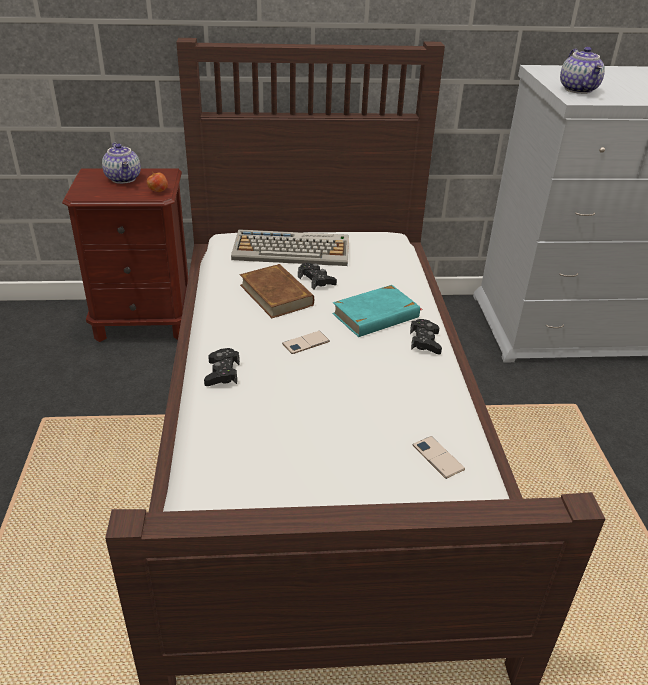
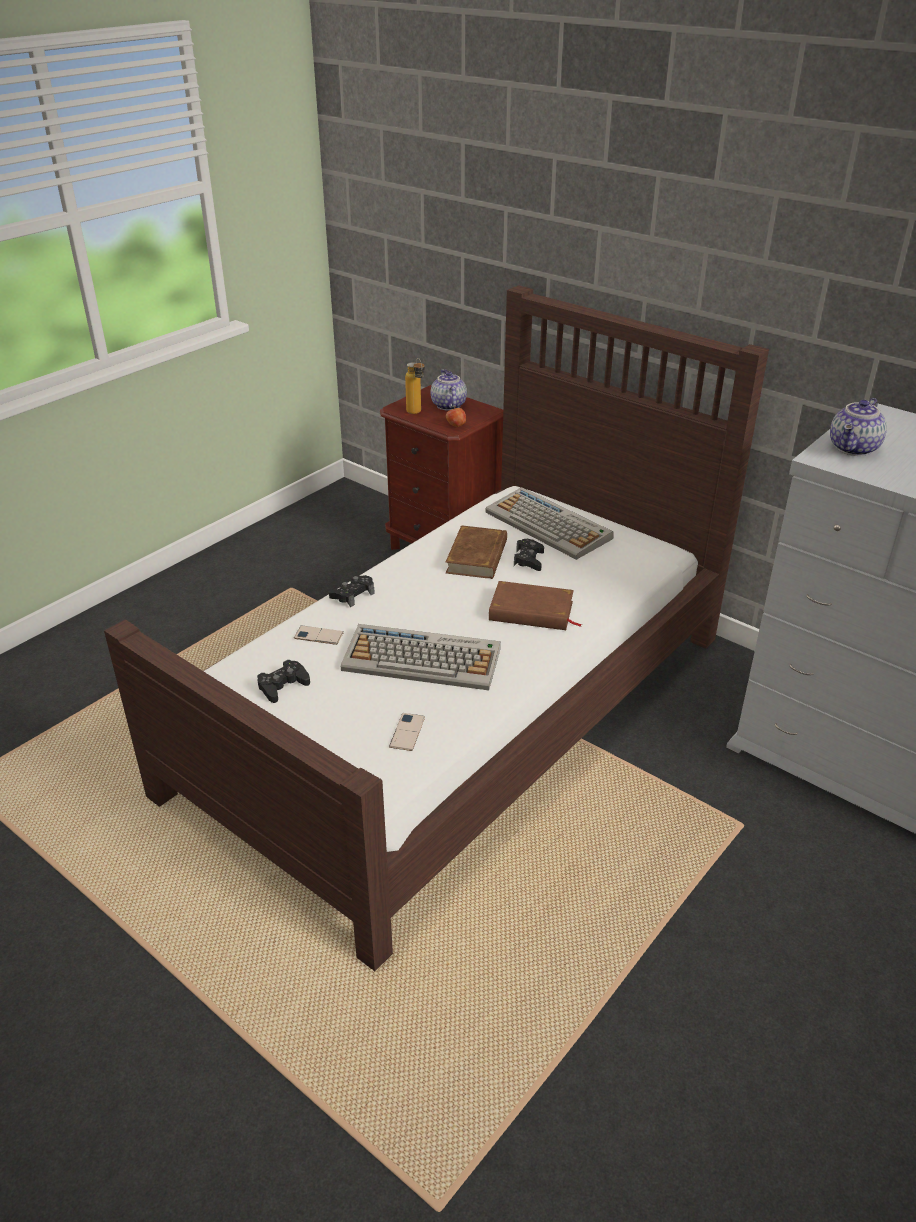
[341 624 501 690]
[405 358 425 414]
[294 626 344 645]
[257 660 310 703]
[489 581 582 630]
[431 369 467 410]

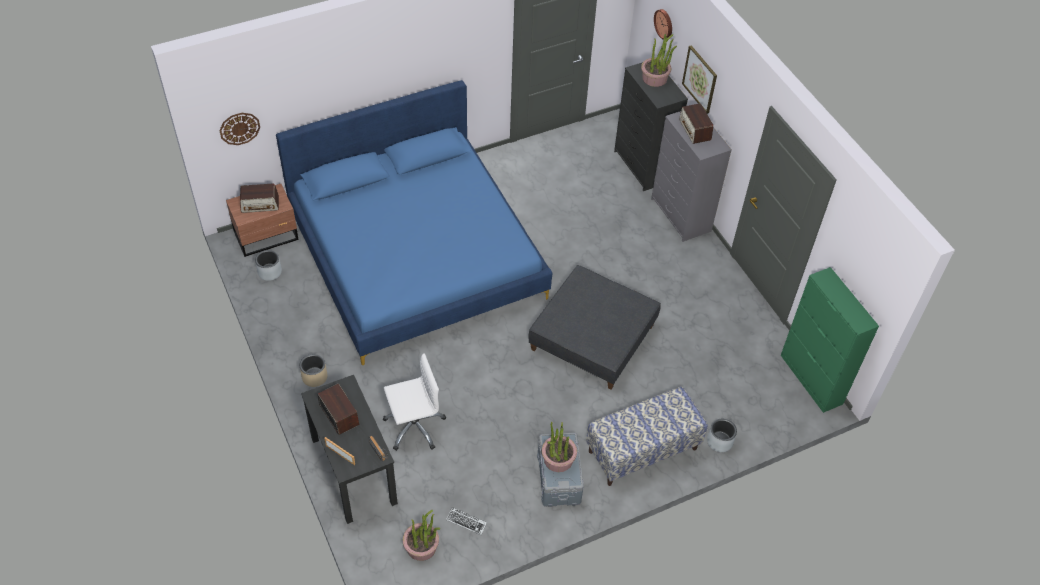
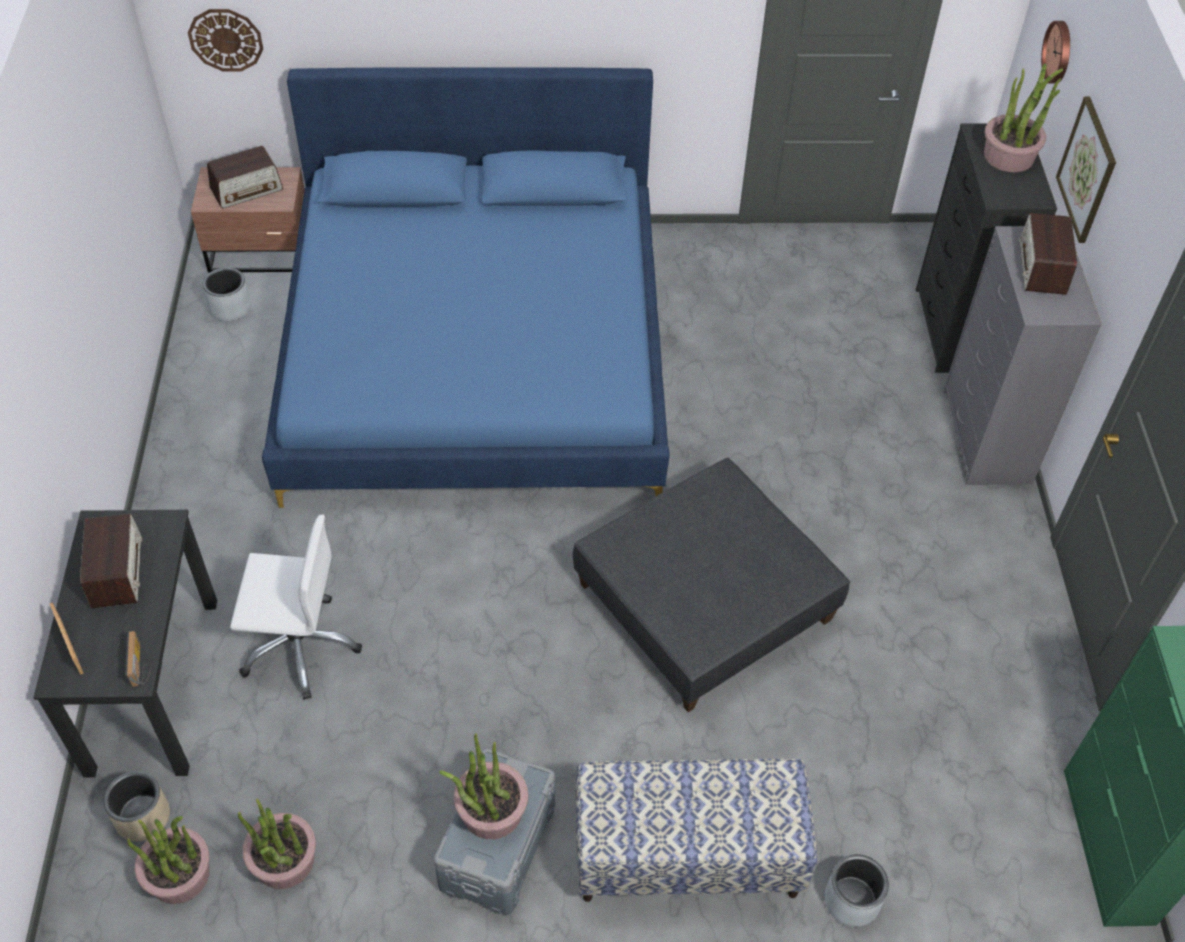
[103 771 170 842]
[238 799 316 889]
[207 146 283 208]

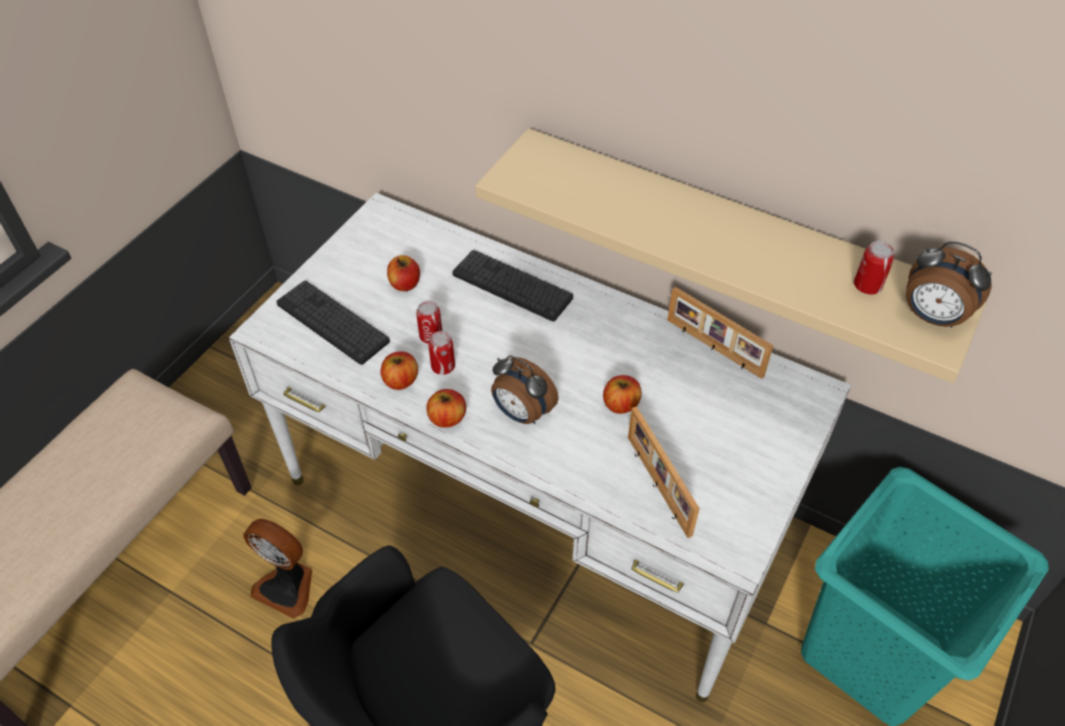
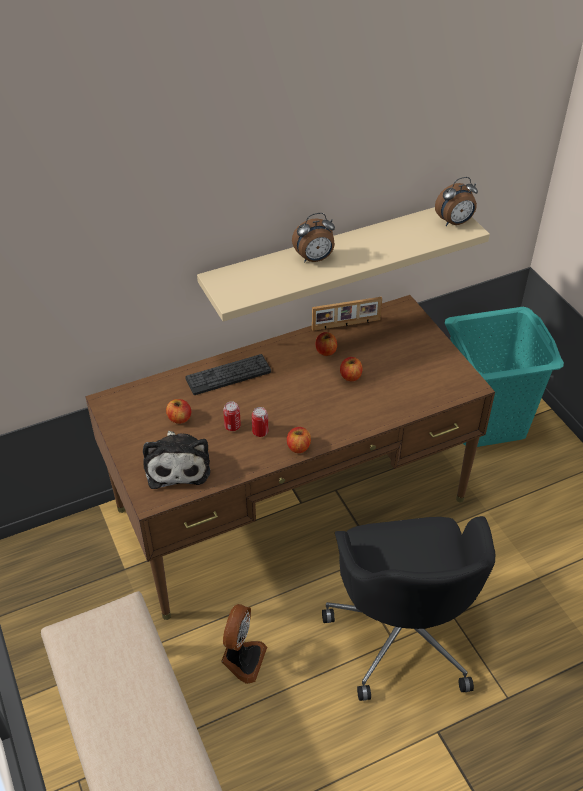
[628 406 700 538] (first image)
[854 241 894 295] (first image)
[316 332 337 356]
[292 213 335 262]
[143 431 210 489]
[86 295 495 620]
[221 604 267 684]

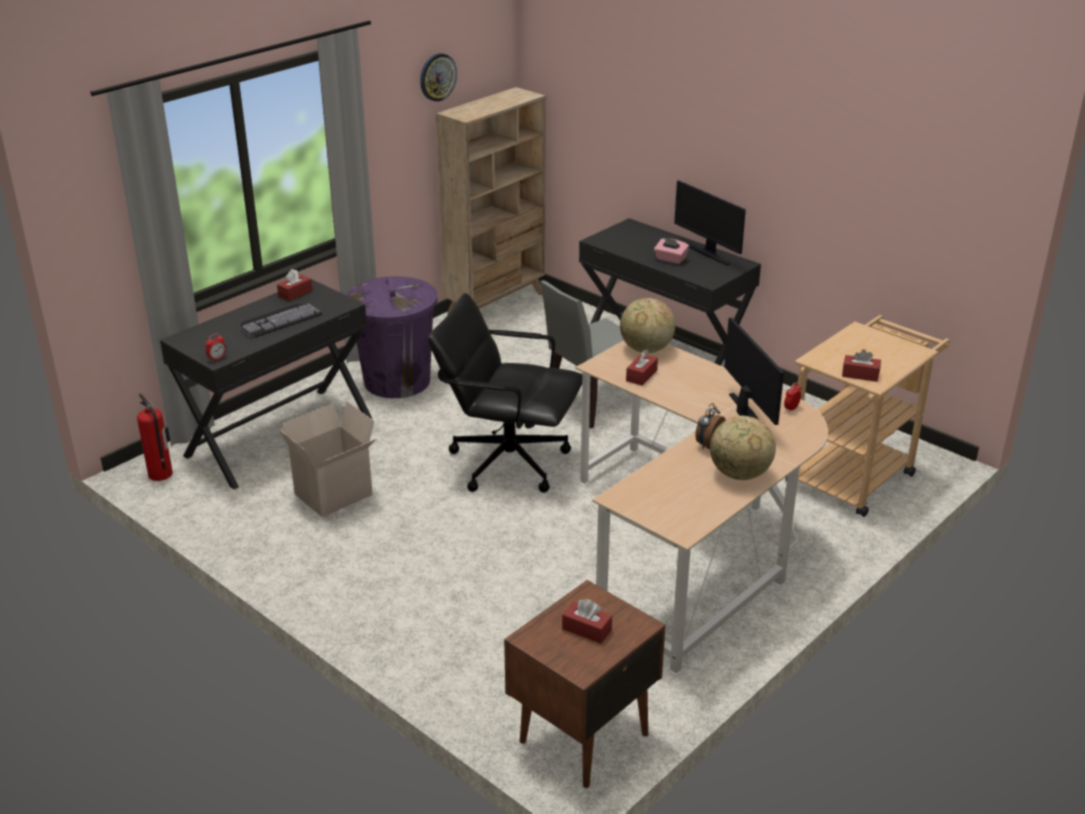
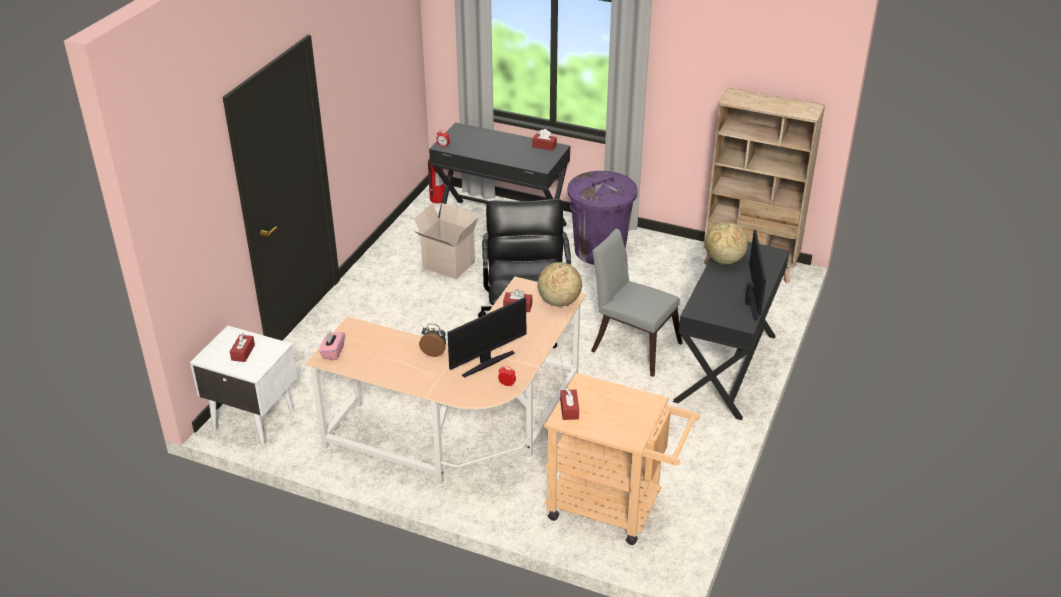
[239 304 322 338] (first image)
[420 53 457 102] (first image)
[319 331 345 360]
[705 222 748 265]
[190 325 298 447]
[745 230 766 320]

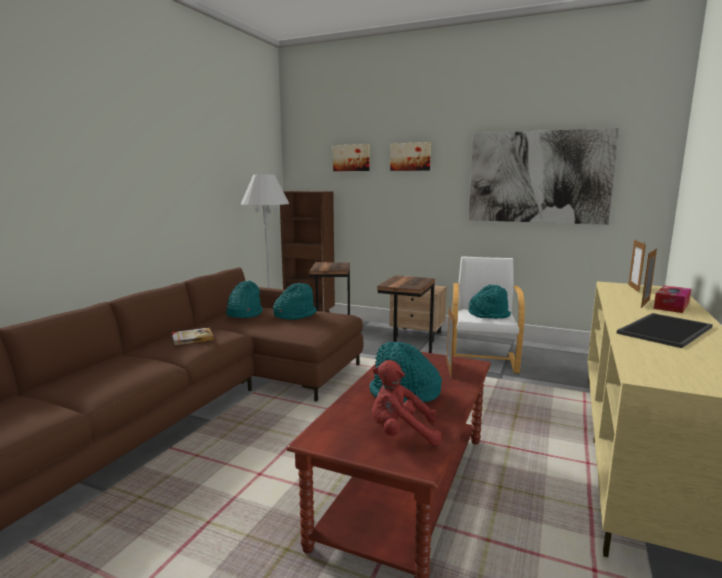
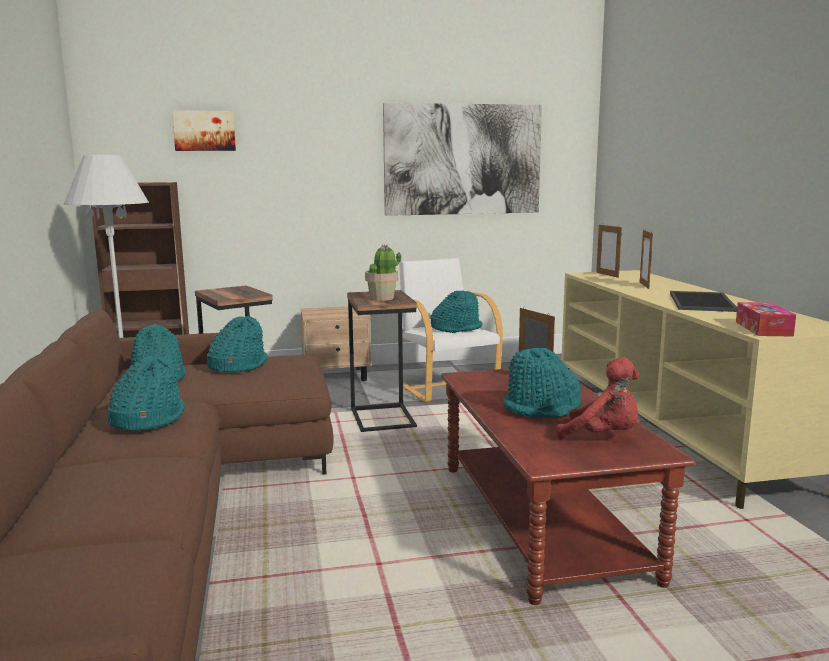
[390 142 431 171] (first image)
[365 244 401 301]
[736 302 796 337]
[108 355 185 430]
[556 357 640 440]

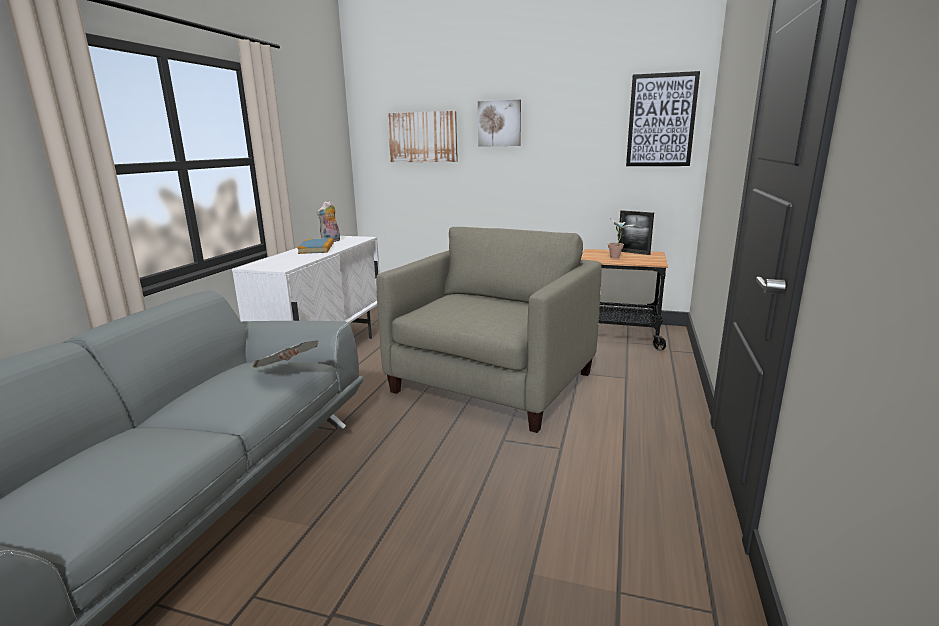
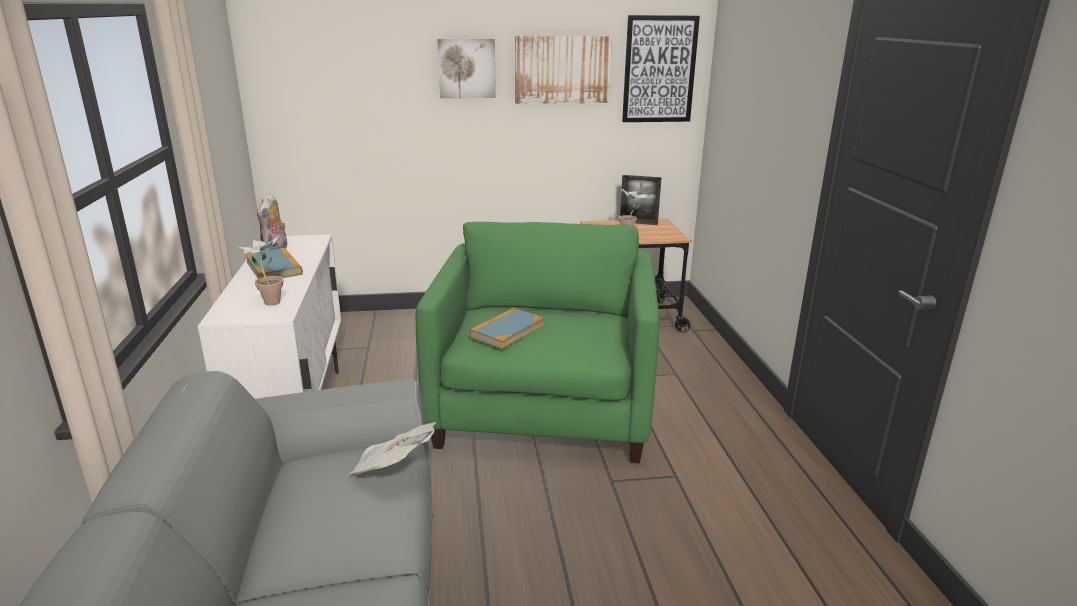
[237 235 284 306]
[469 308 545 349]
[515 36 612 104]
[416 222 659 463]

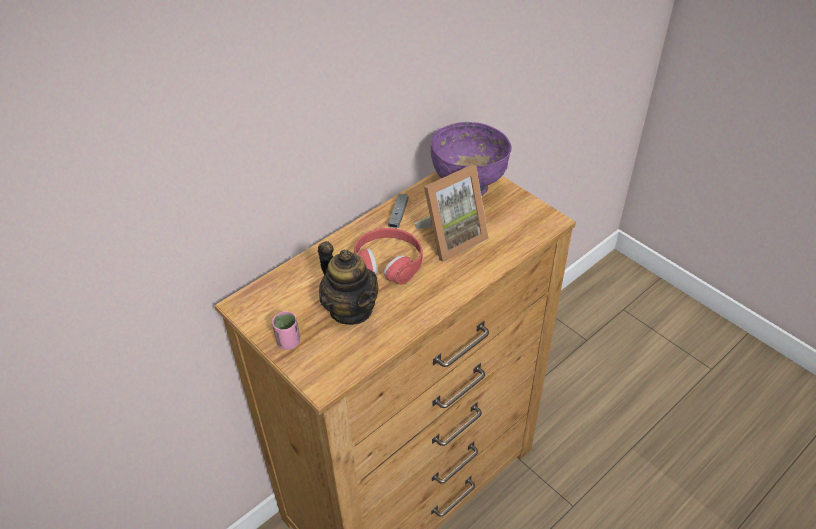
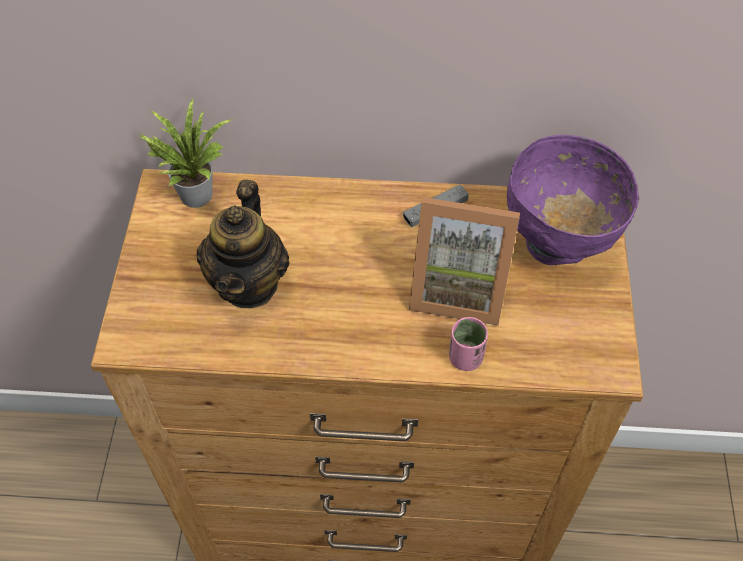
[354 228 423 285] (first image)
[140 98 233 208]
[449 317 488 371]

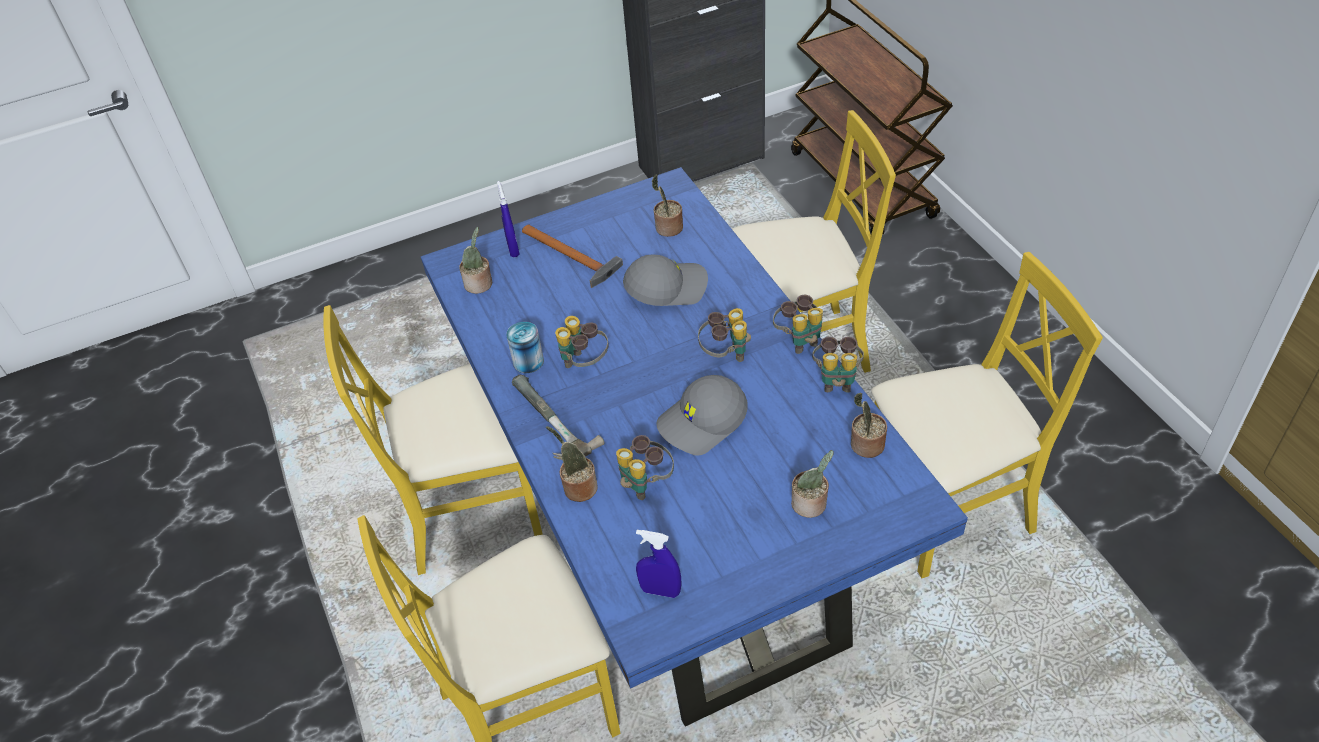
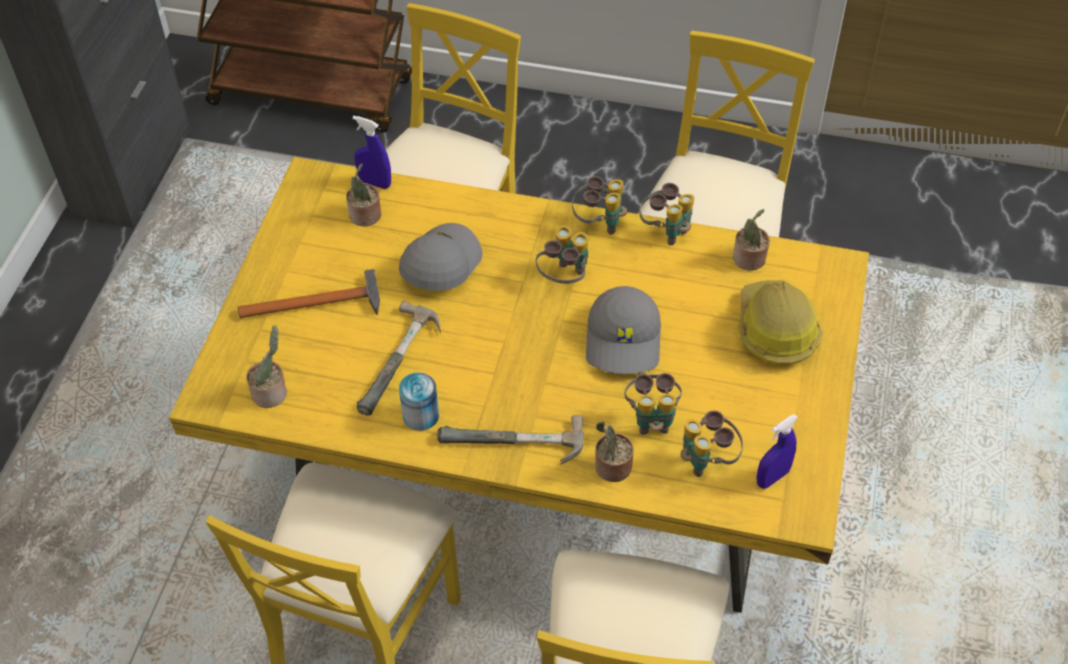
[357 301 441 416]
[352 116 391 189]
[681 411 743 477]
[739 280 823 365]
[169 157 869 613]

